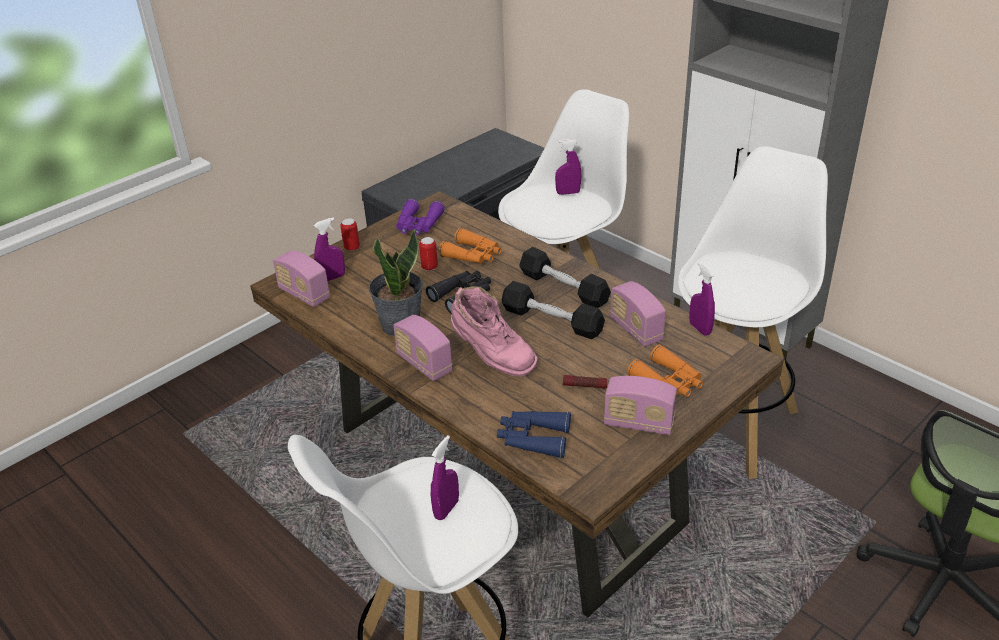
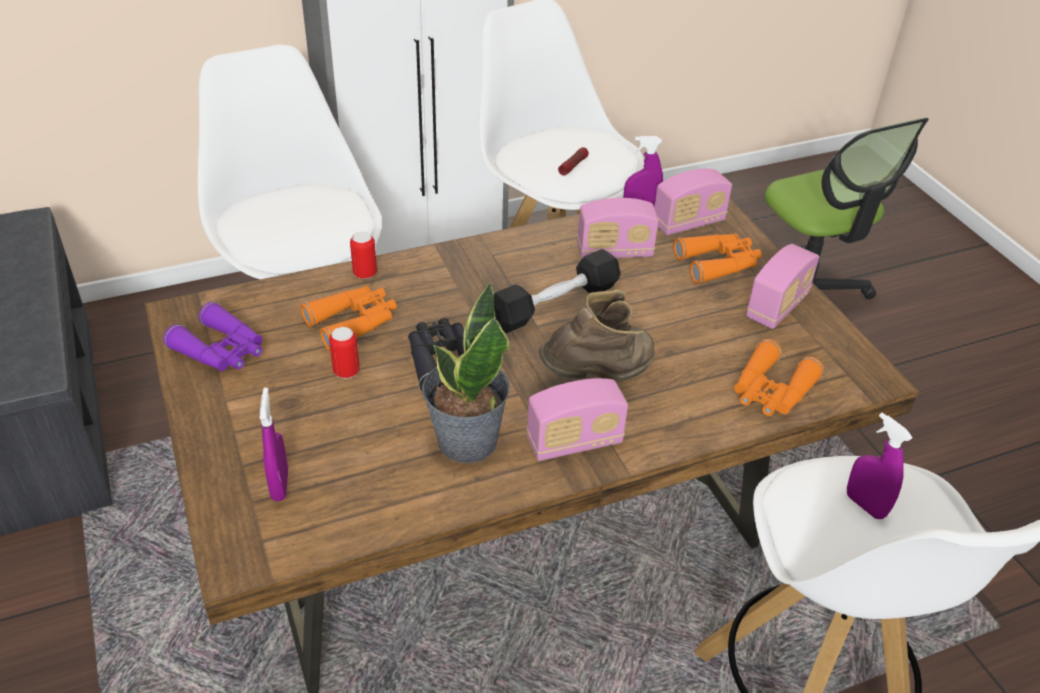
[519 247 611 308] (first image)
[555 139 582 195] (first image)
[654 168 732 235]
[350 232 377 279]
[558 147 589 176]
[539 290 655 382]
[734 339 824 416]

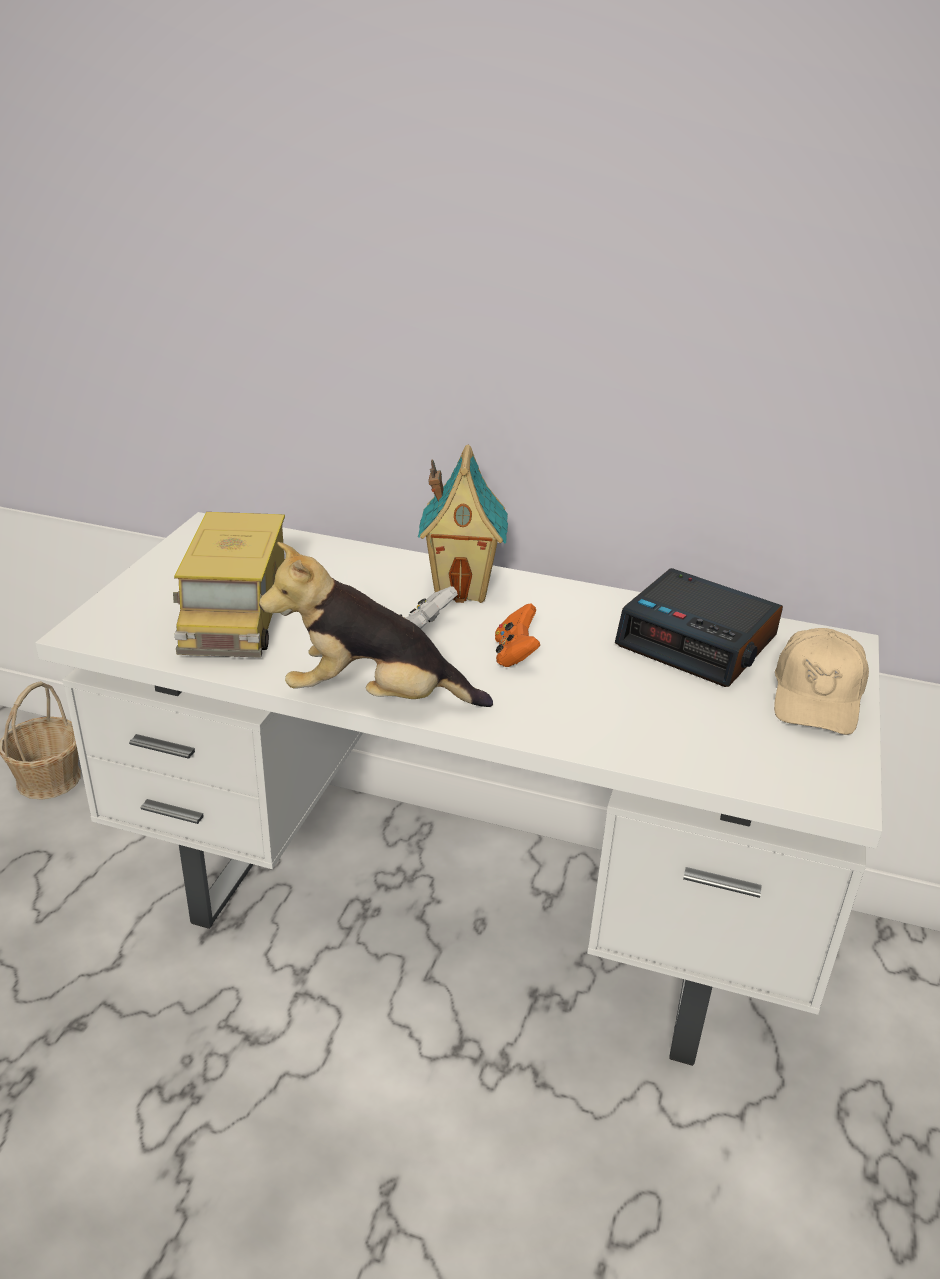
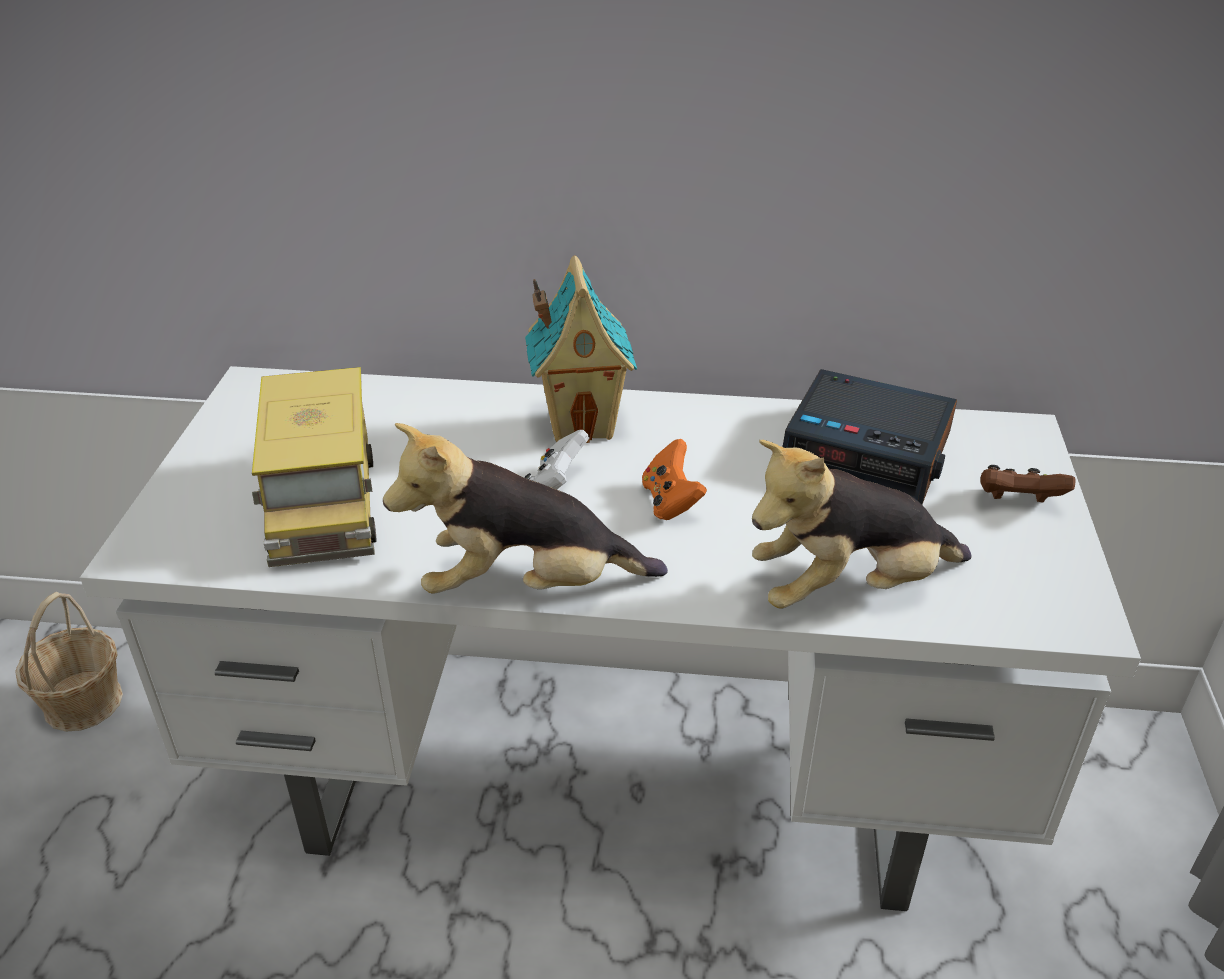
[752 440 972 609]
[980 465 1075 502]

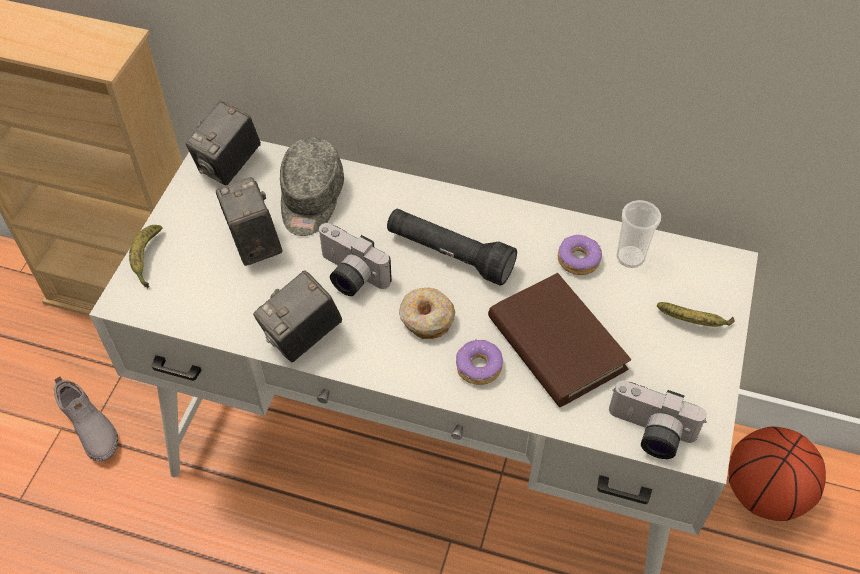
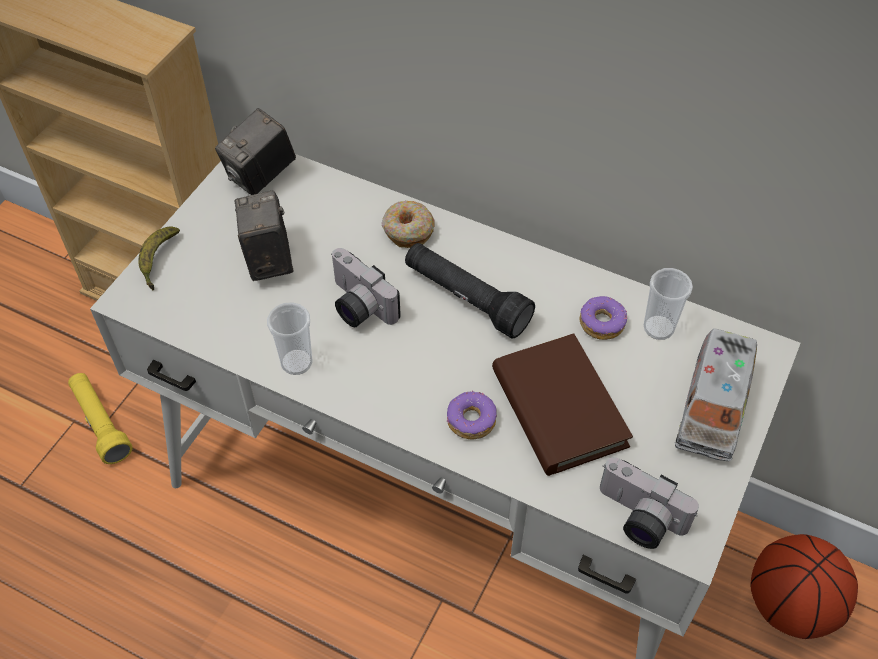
[280 137 344 236] (first image)
[381 201 434 248]
[68 373 133 464]
[267 302 312 375]
[675 329 757 461]

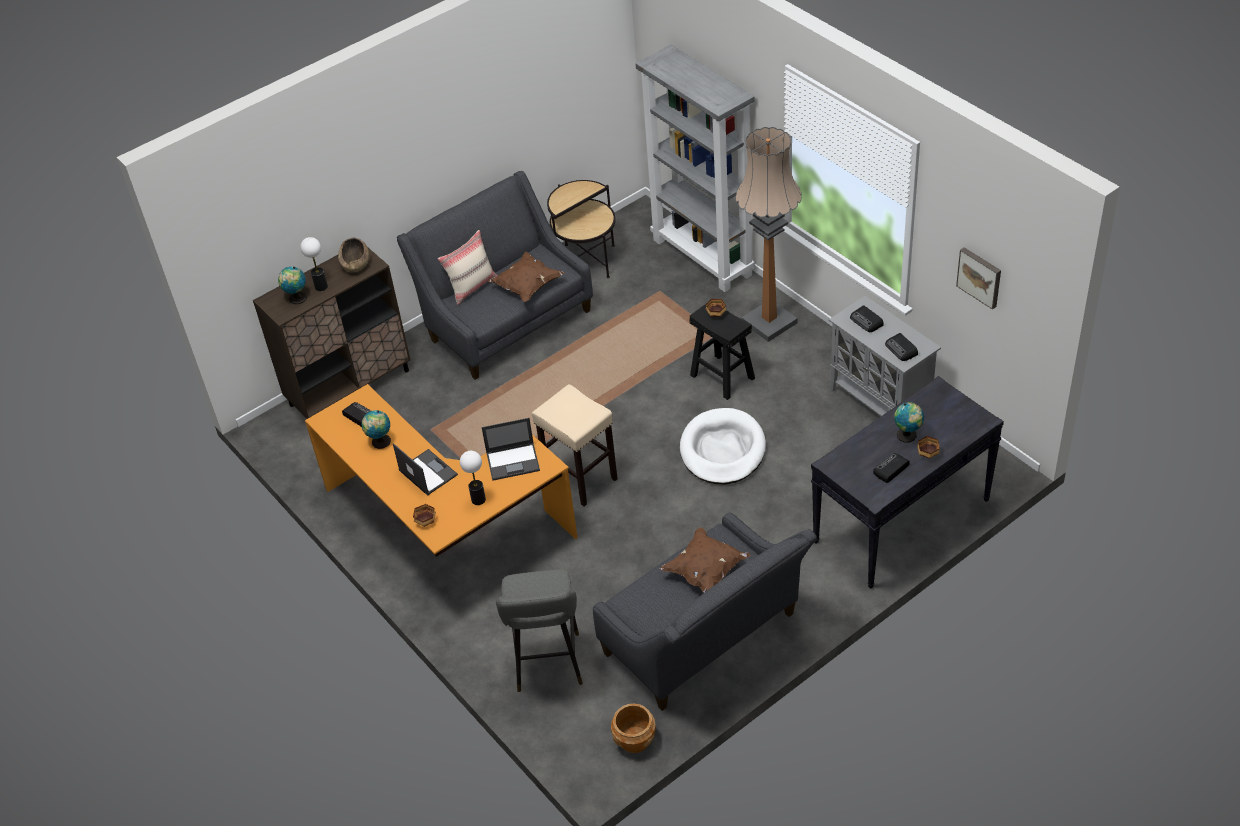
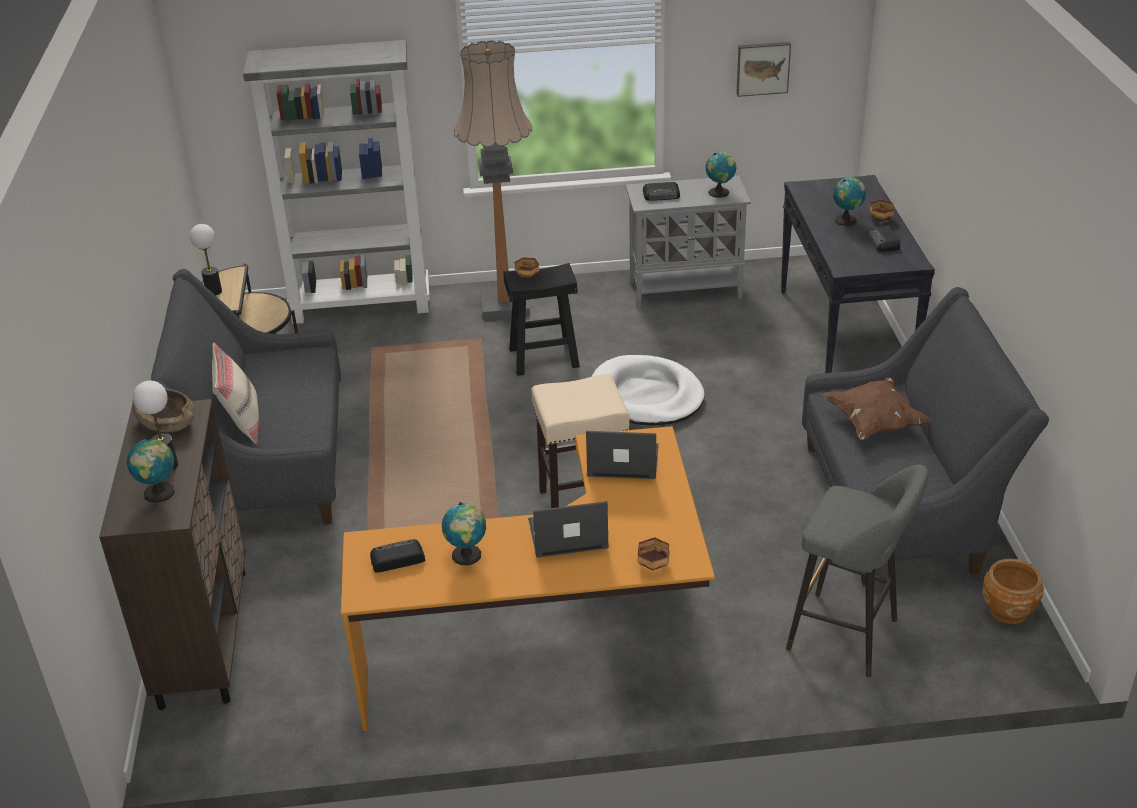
[488 252 564 302] (first image)
[190 224 222 296]
[706 152 736 198]
[586 431 659 479]

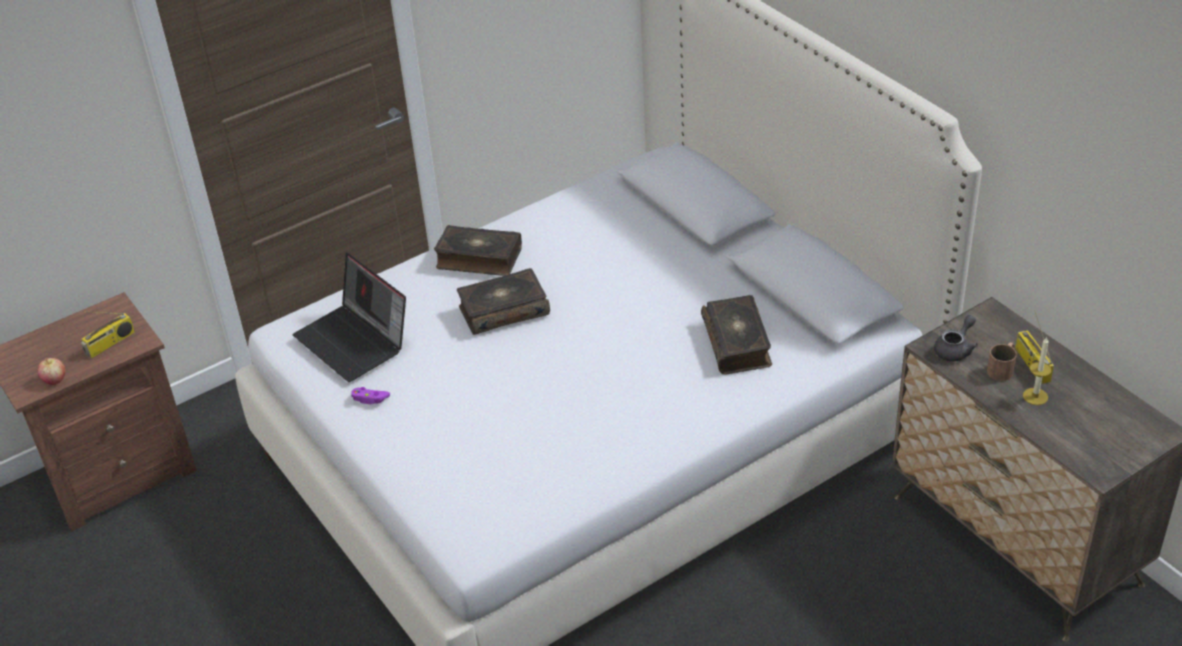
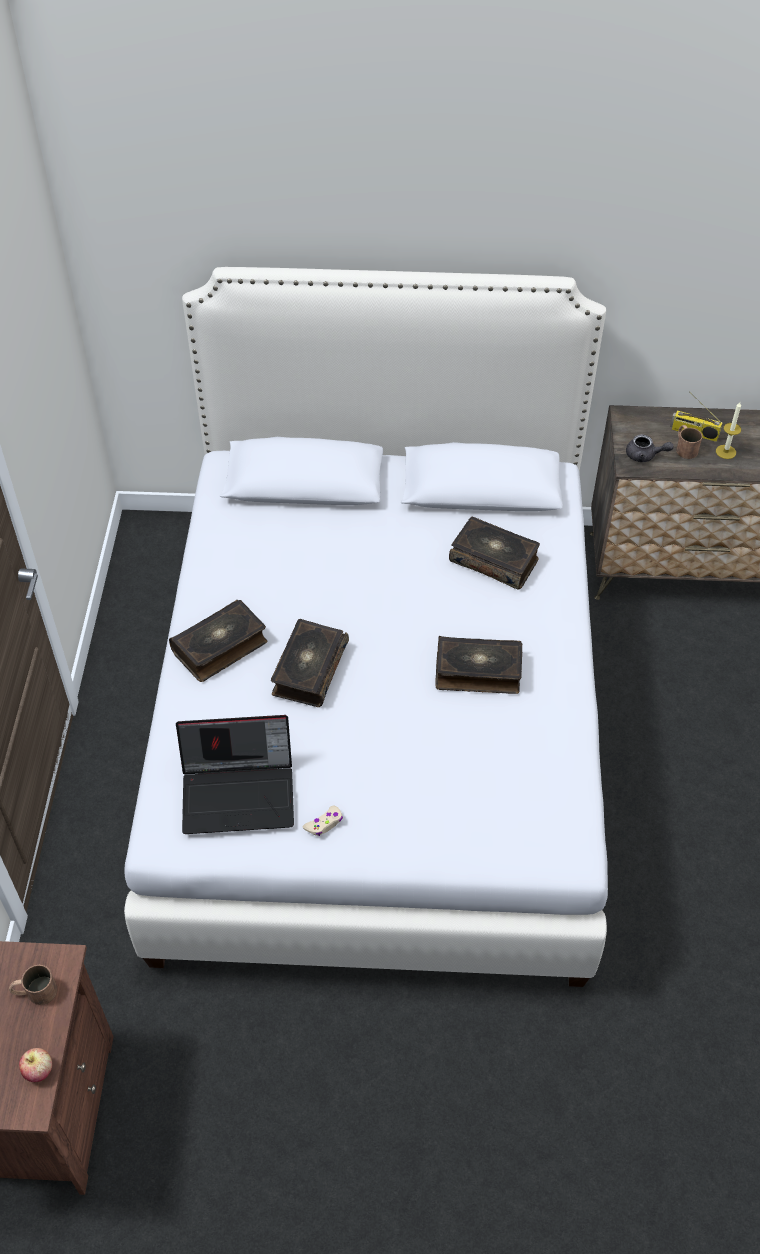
[435 636 522 694]
[9 965 57 1005]
[303 806 343 836]
[626 434 674 462]

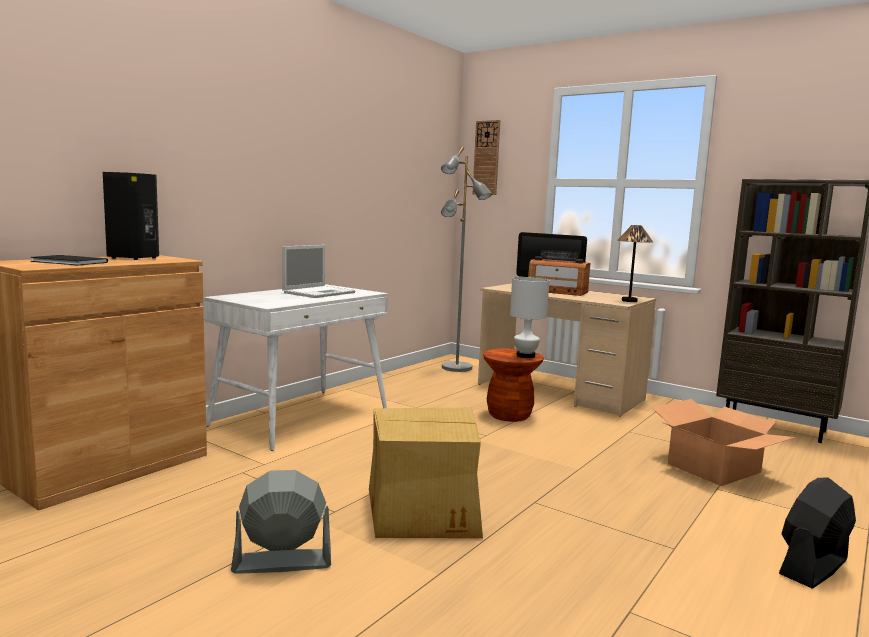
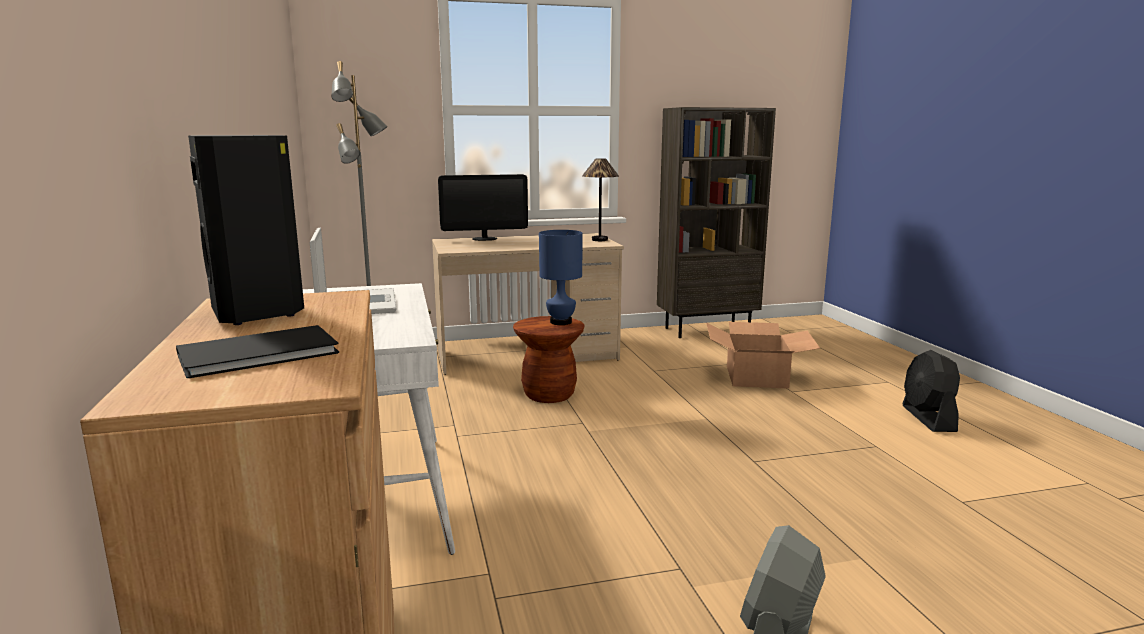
[369 408 483 539] (first image)
[473 120 500 195] (first image)
[528 250 590 296] (first image)
[539 230 583 325]

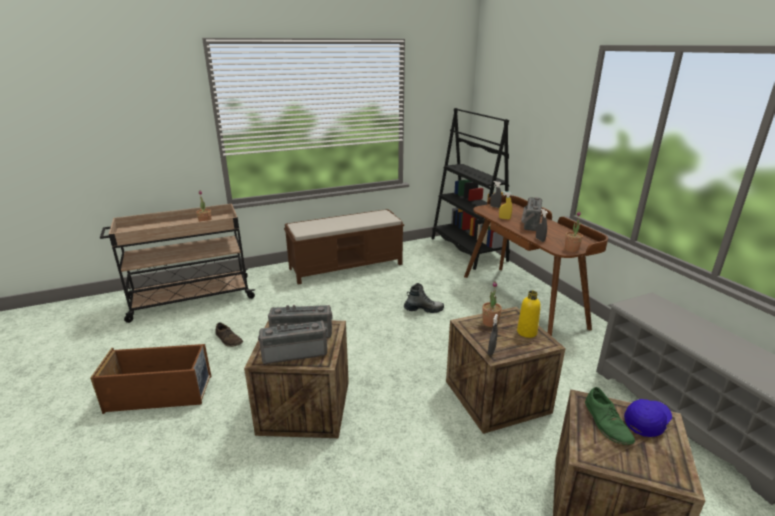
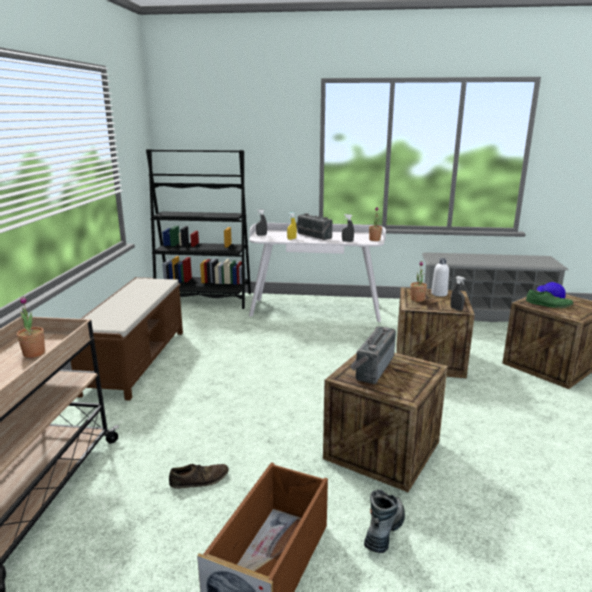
[258 320 327 364] (first image)
[364 489 405 553]
[249 223 386 322]
[431 258 449 297]

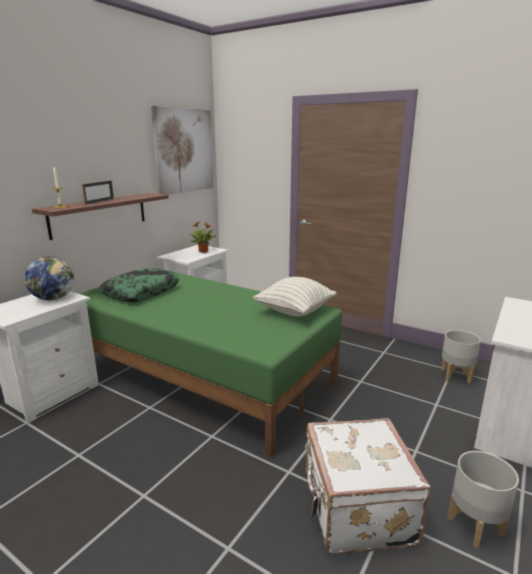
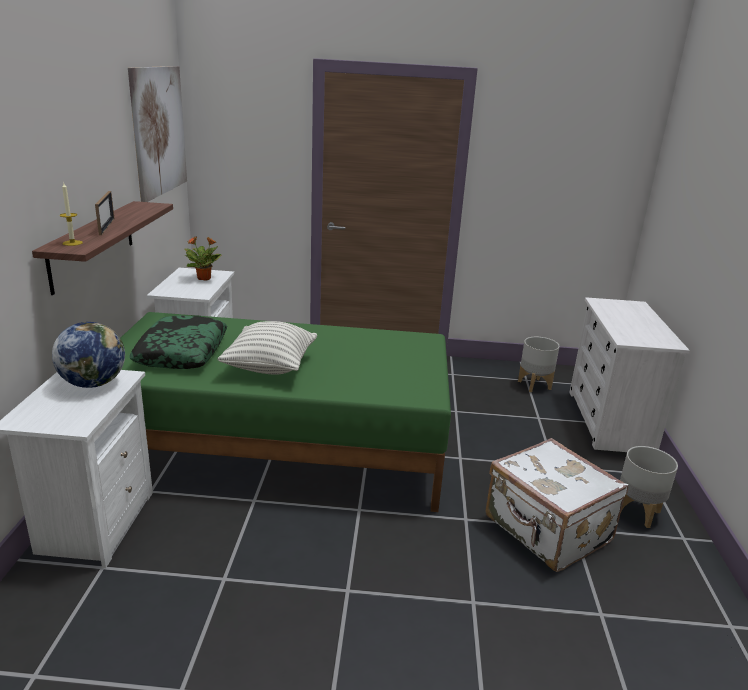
[217 321 317 375]

